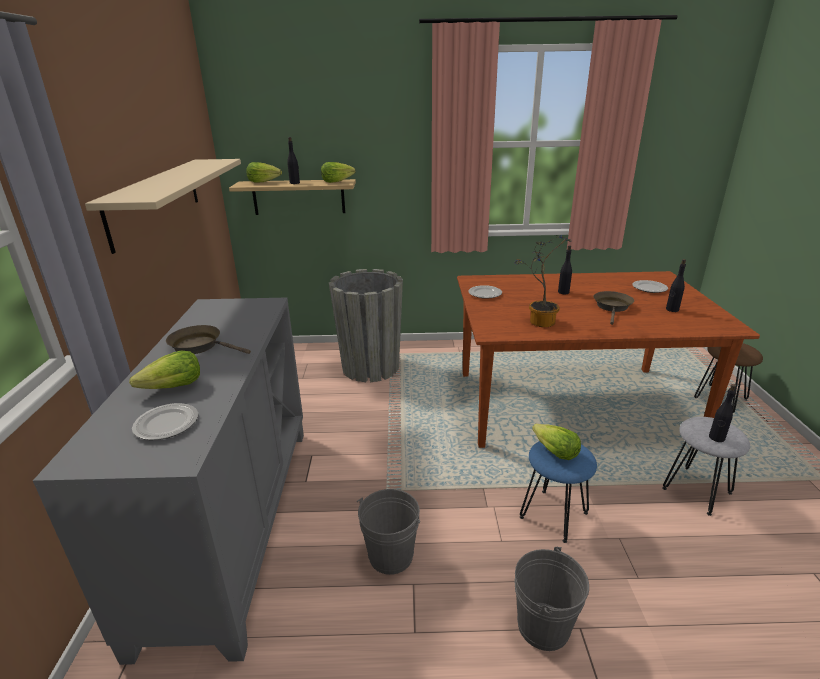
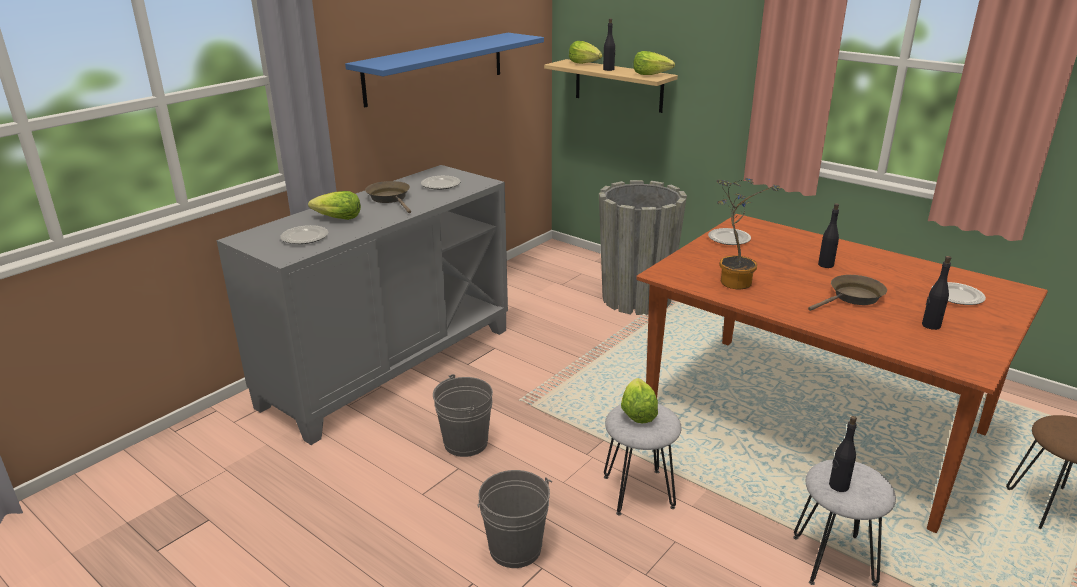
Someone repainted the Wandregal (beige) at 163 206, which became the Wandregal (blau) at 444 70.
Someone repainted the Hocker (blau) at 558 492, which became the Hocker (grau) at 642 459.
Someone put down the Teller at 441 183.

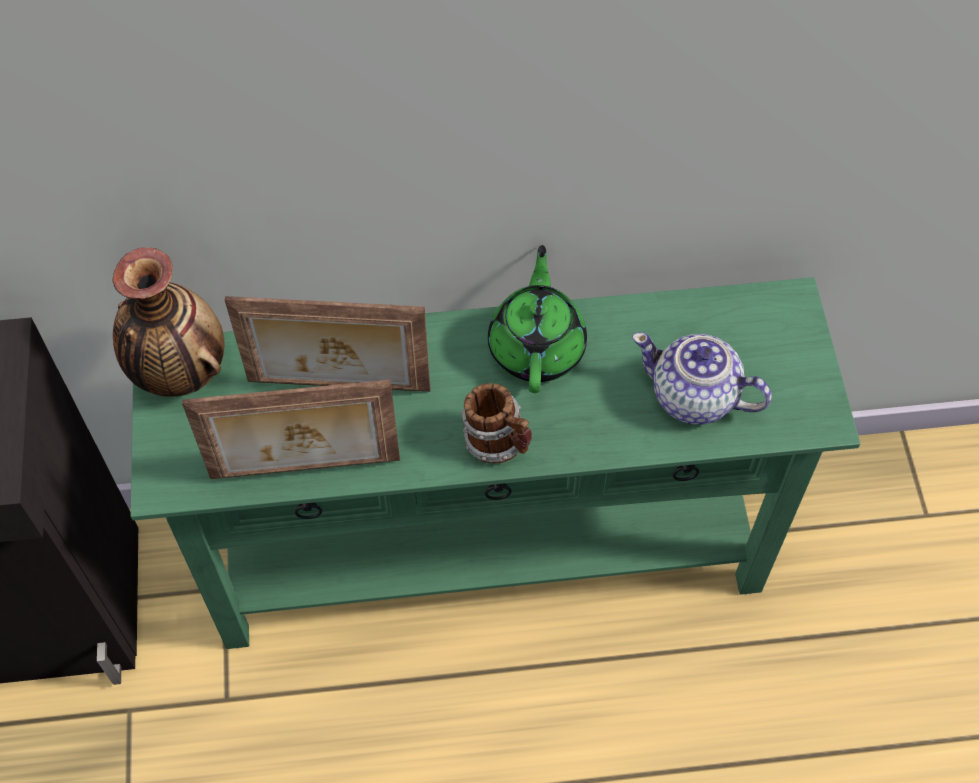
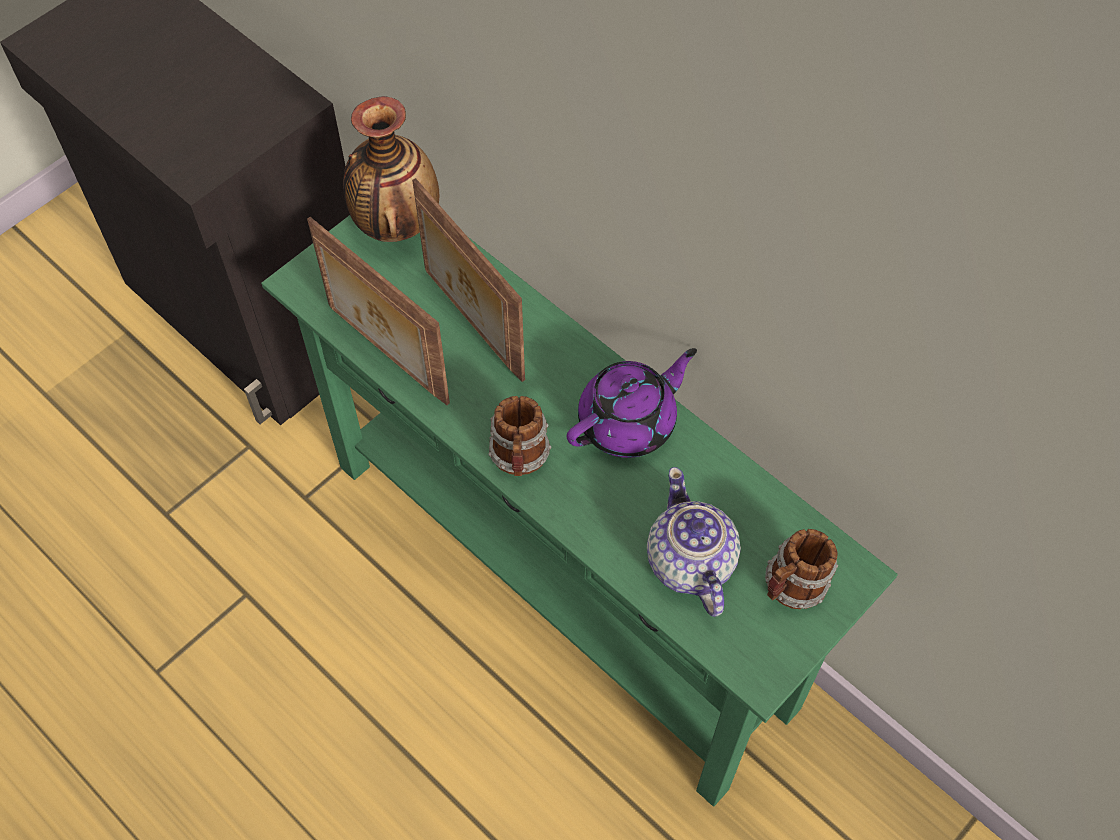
Someone repainted the Teekanne (grün) at 537 319, which became the Teekanne (lila) at 632 403.
Someone put down the Henkelbecher at 801 569.

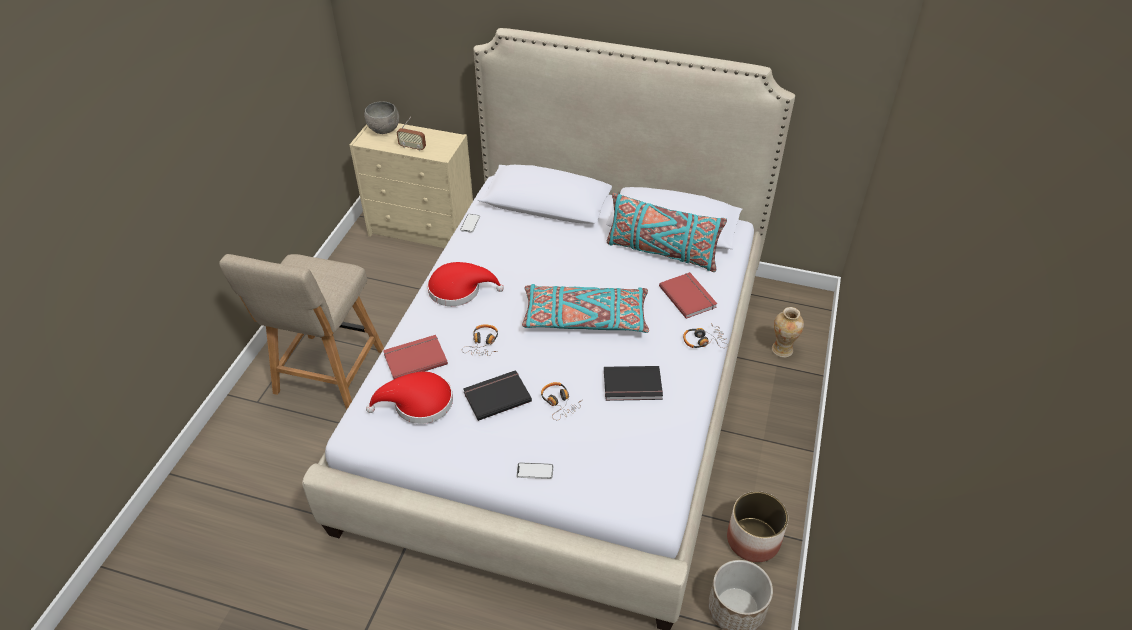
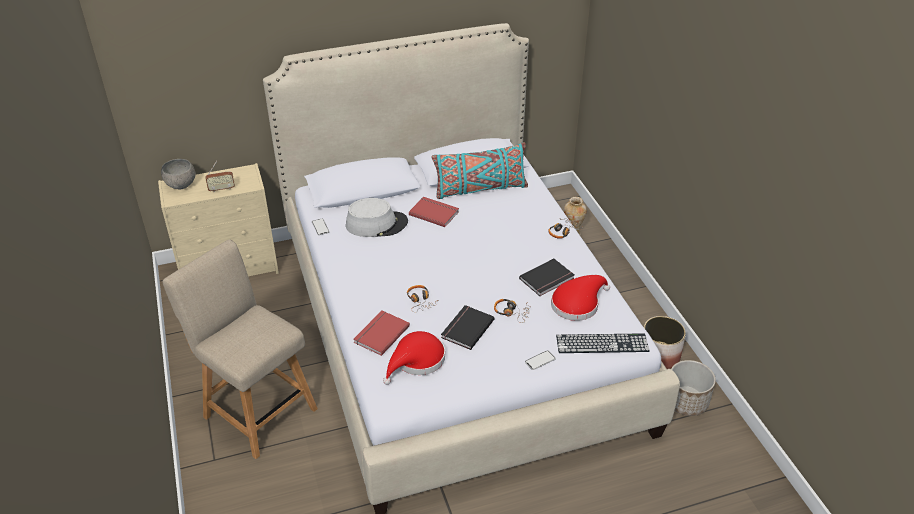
Someone rotated the Stuhl (beige) at 301 332 by 150 degrees clockwise.
Someone carried the Hut (rot) from 465 284 to 580 298.
Someone took away the Kissen (türkis) at 585 308.
Someone carried the Buch (rot) from 688 295 to 434 212.
Someone put down the Hut (grau) at 377 217.
Someone put down the Tastatur at 603 343.

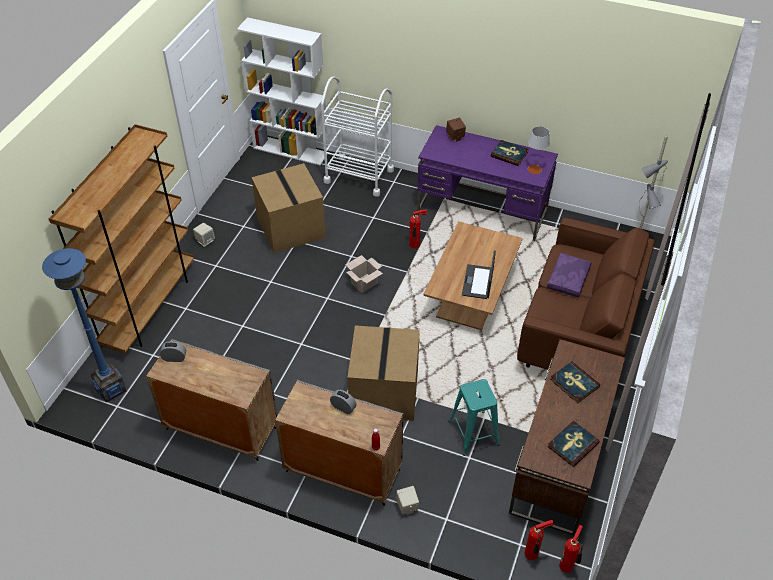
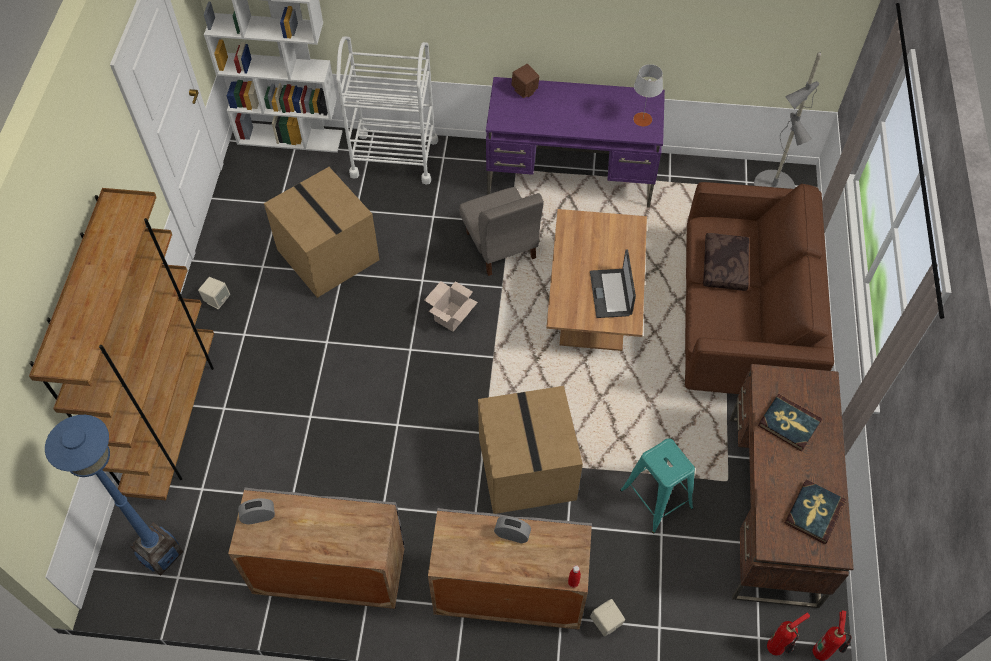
Someone swapped the Feuerlöscher at 418 228 for the Stuhl (grau) at 501 231.
Someone took away the Buch at 509 153.
Someone repainted the Kissen (lila) at 569 275, which became the Kissen (braun) at 726 262.

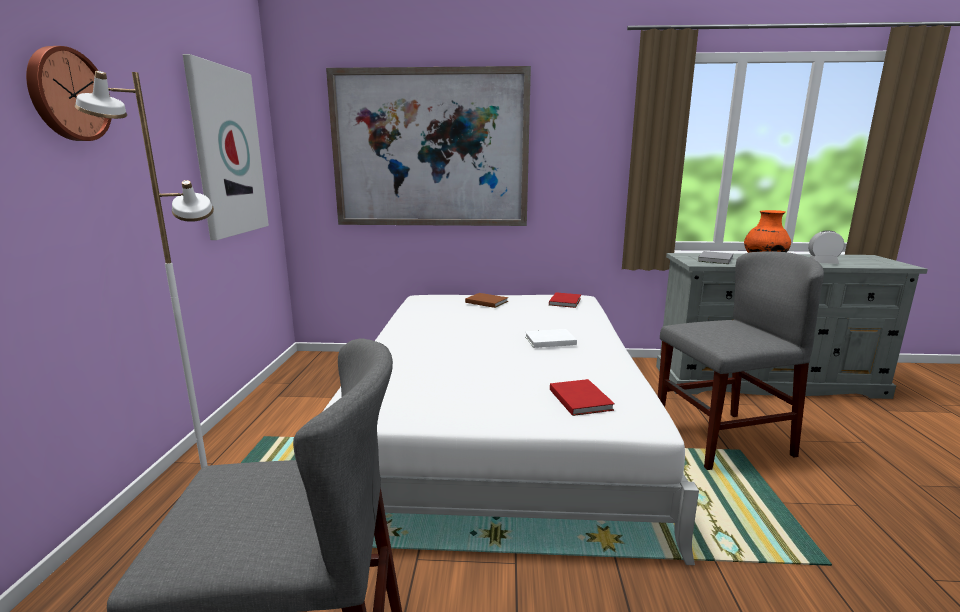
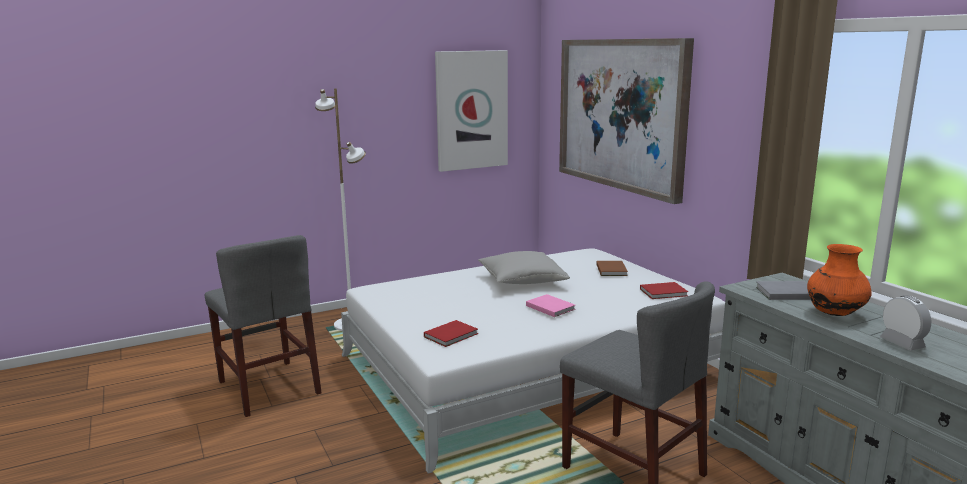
Someone took away the Wanduhr at 68 93.
Someone repainted the Buch (weiß) at 551 338, which became the Buch (rosa) at 550 305.
Someone put down the Kissen (grau) at 524 267.

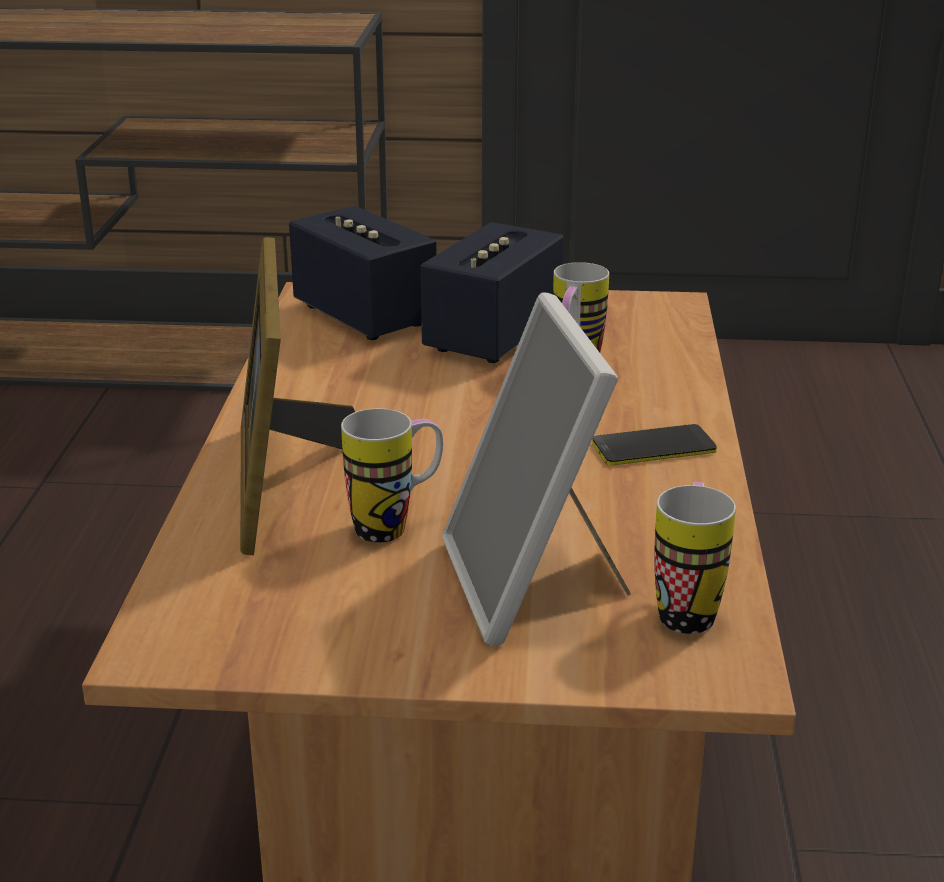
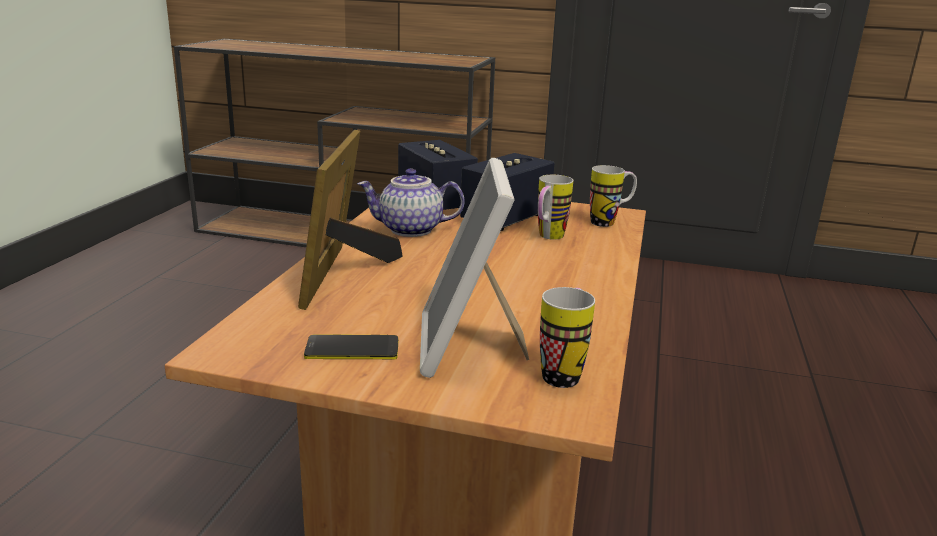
Someone carried the Henkelbecher from 392 475 to 613 196.
Someone carried the Handy from 654 445 to 351 346.
Someone put down the Teekanne at 411 202.

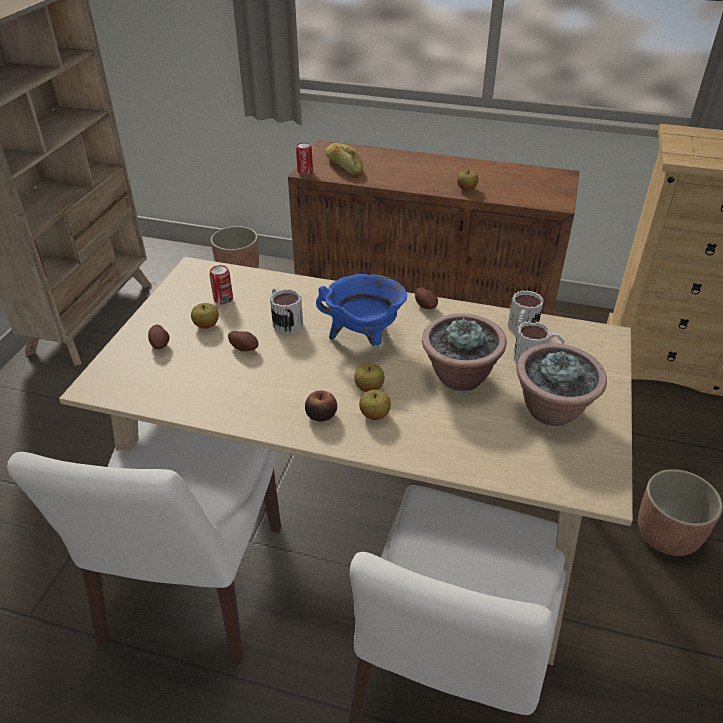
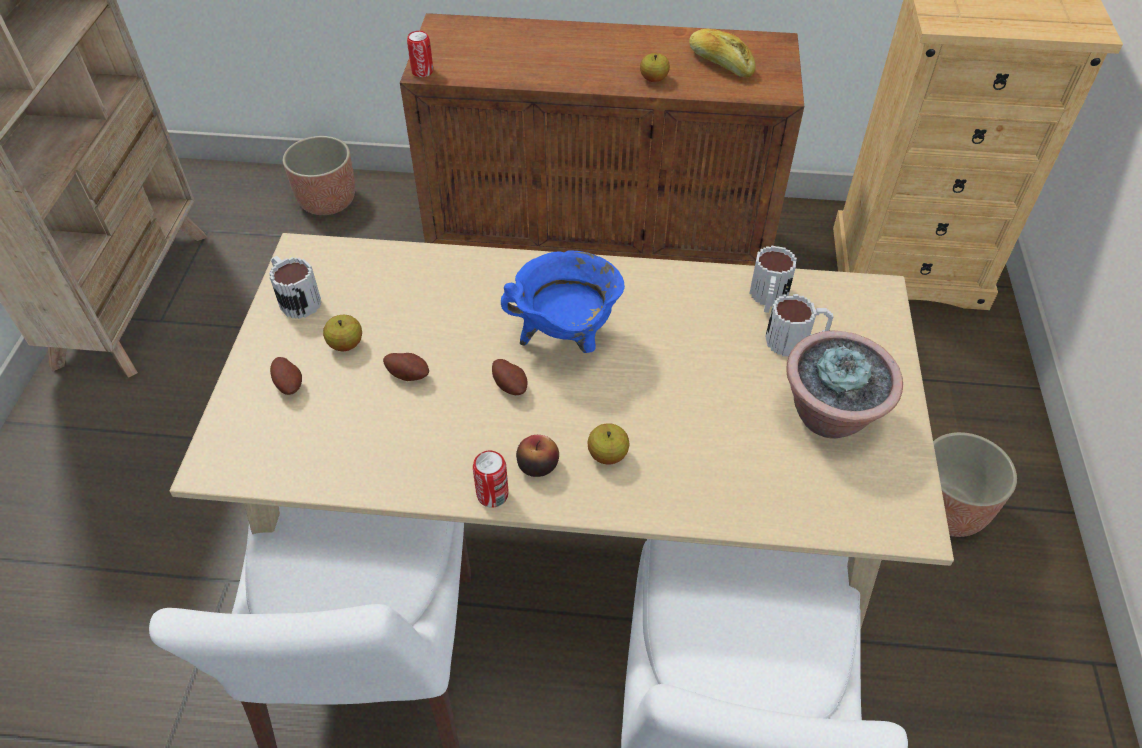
Someone carried the Dose from 221 284 to 491 479.
Someone carried the Henkelbecher from 286 310 to 295 287.
Someone carried the Brot from 344 159 to 722 53.
Someone took away the Apfel at 369 378.
Someone carried the Kartoffel from 426 298 to 510 377.
Someone took away the Topfpflanze at 464 352.

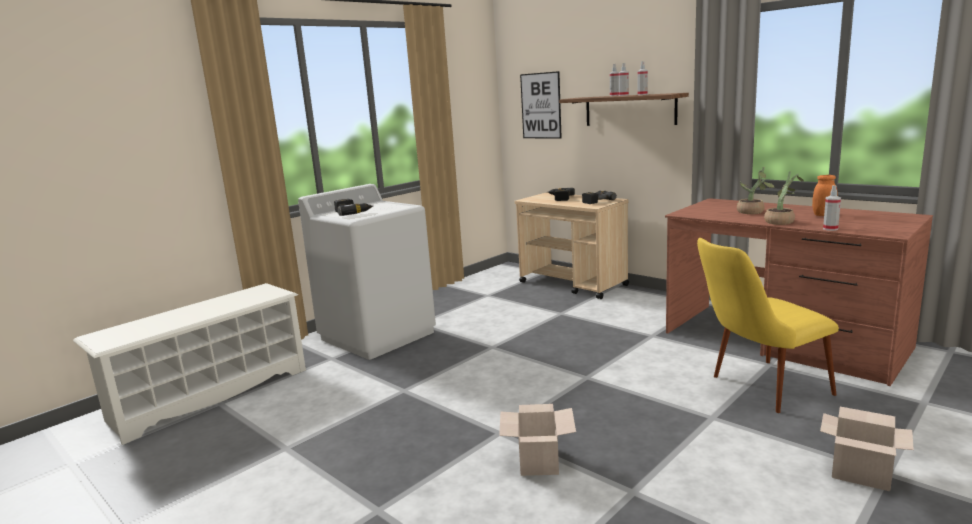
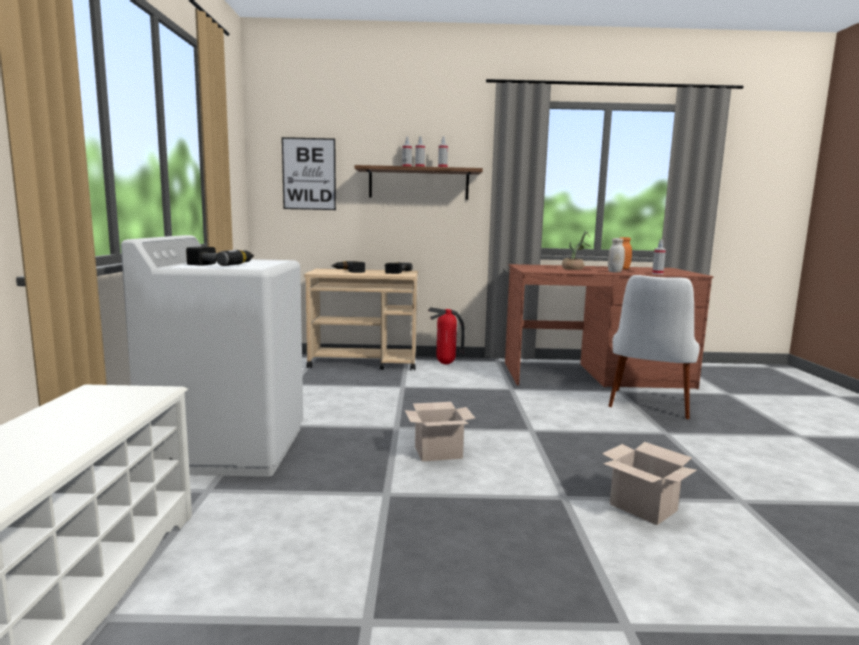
Someone repainted the Stuhl (gelb) at 768 325, which became the Stuhl (weiß) at 654 347.
Someone swapped the Topfpflanze at 784 198 for the Vorratsglas (weiß) at 616 255.
Someone carried the Karton from 867 449 to 440 432.
Someone put down the Feuerlöscher at 446 335.

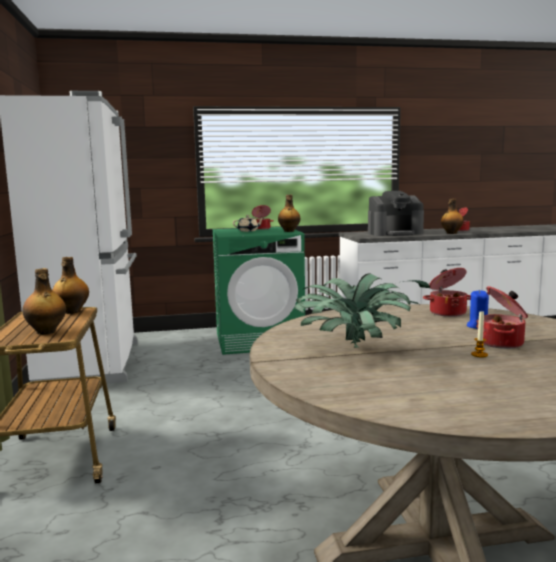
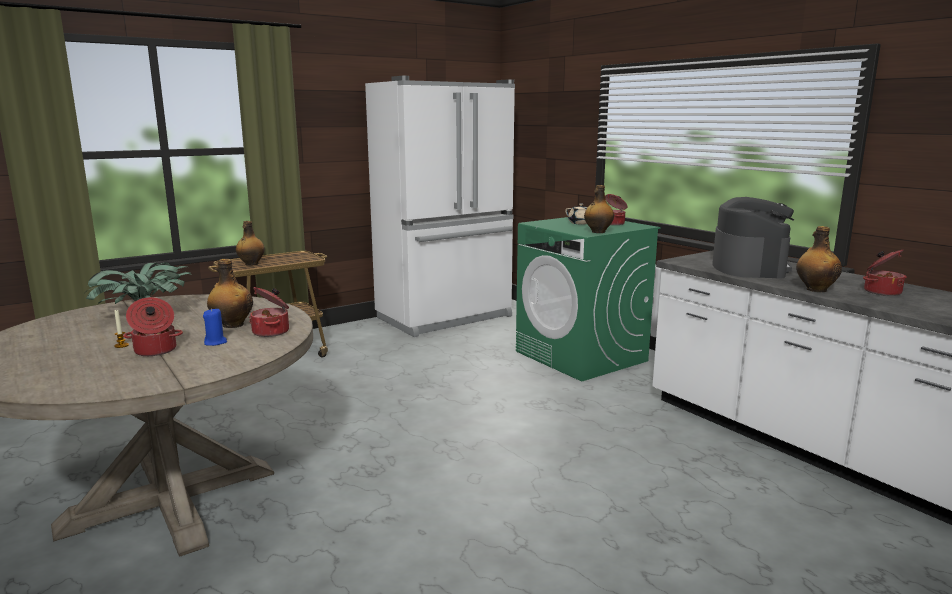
Someone carried the Flasche from 70 285 to 230 293.
Someone rotated the Kaffeemaschine at 396 213 by 135 degrees counterclockwise.

